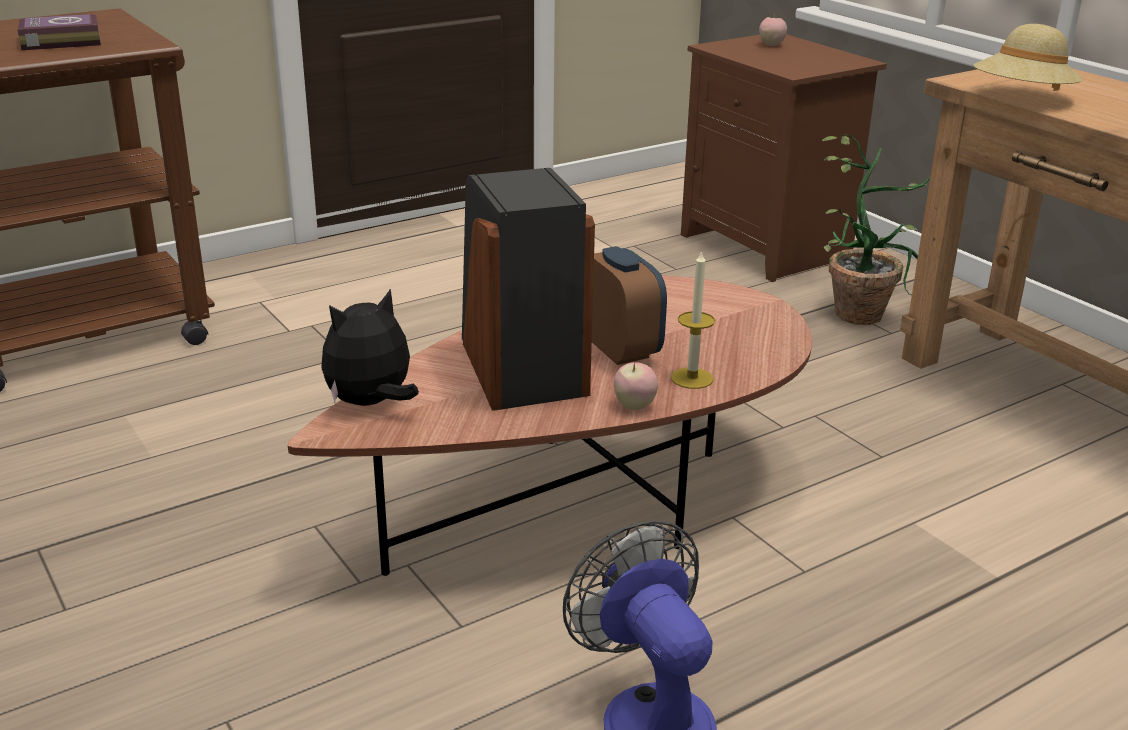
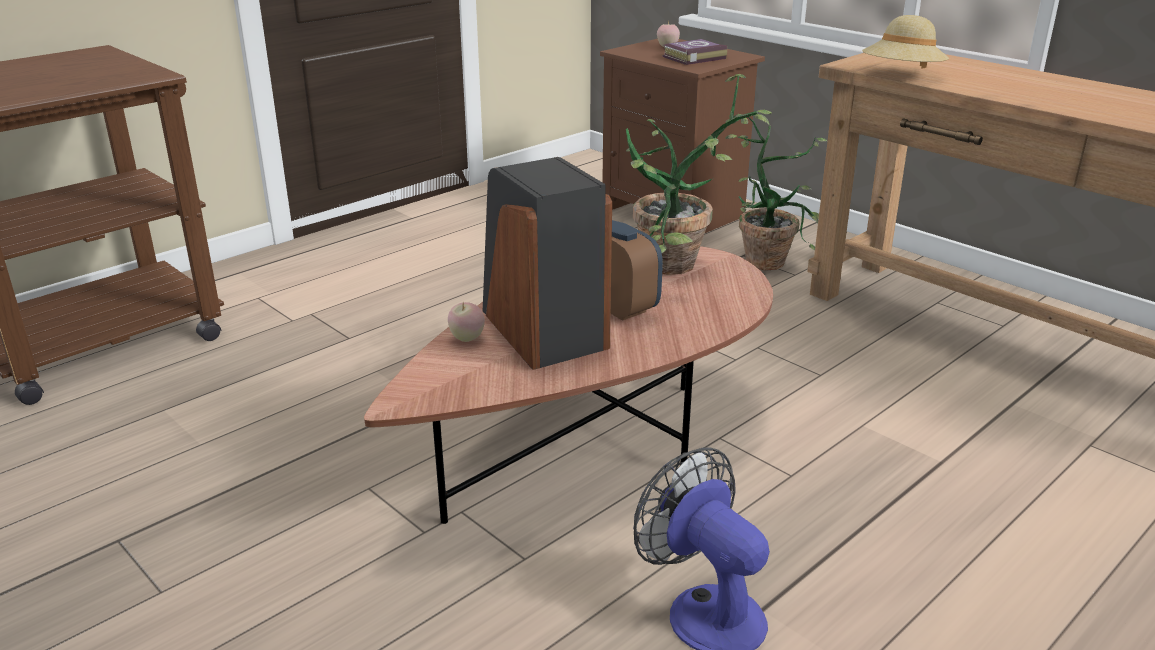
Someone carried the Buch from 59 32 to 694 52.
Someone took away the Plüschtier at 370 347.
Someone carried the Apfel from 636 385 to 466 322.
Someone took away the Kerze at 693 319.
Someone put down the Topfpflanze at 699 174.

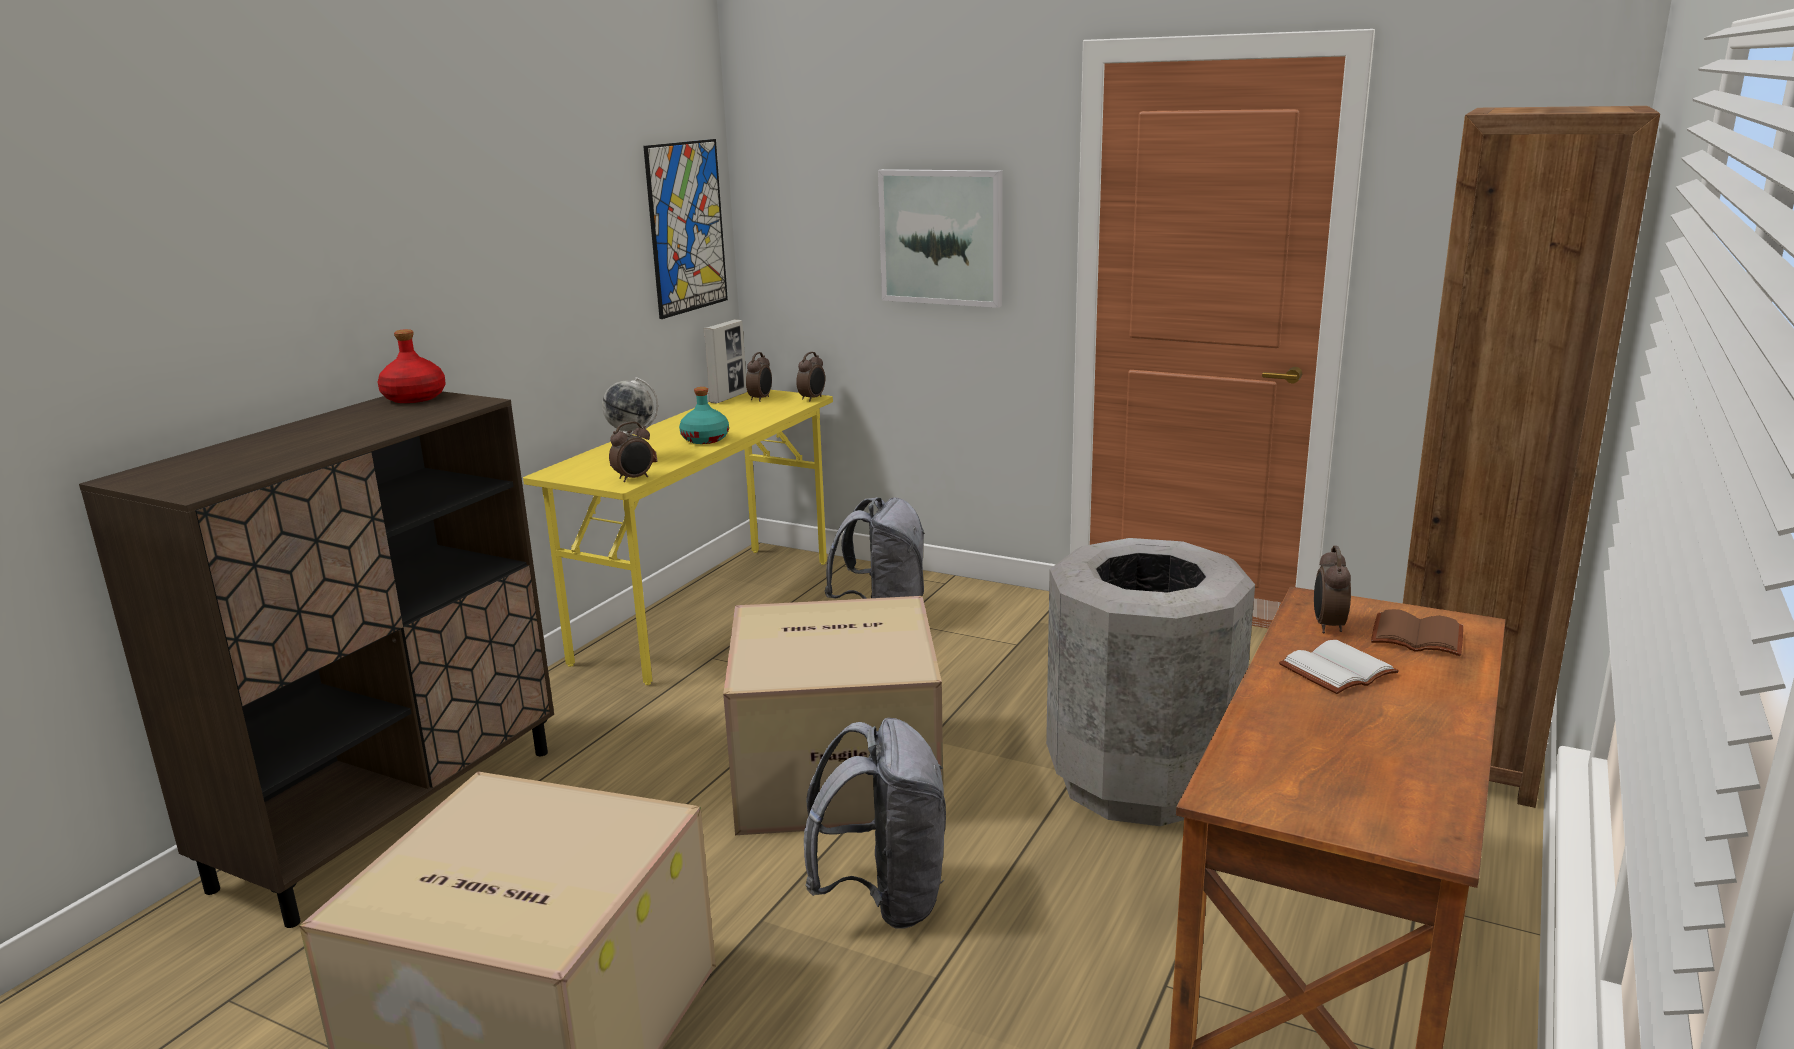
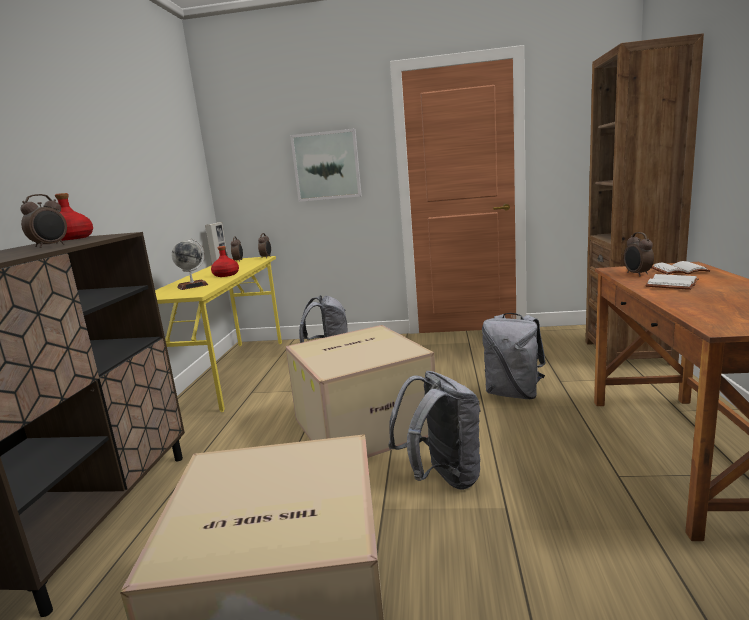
Someone carried the Wecker from 631 451 to 43 221.
Someone took away the Bild at 685 229.
Someone repainted the Flasche (türkis) at 704 415, which became the Flasche (rot) at 225 261.
Someone swapped the Mülleimer (grau) at 1150 682 for the Rucksack (grau) at 514 356.
Someone repainted the Buch (braun) at 1417 632, which became the Buch (weiß) at 680 268.

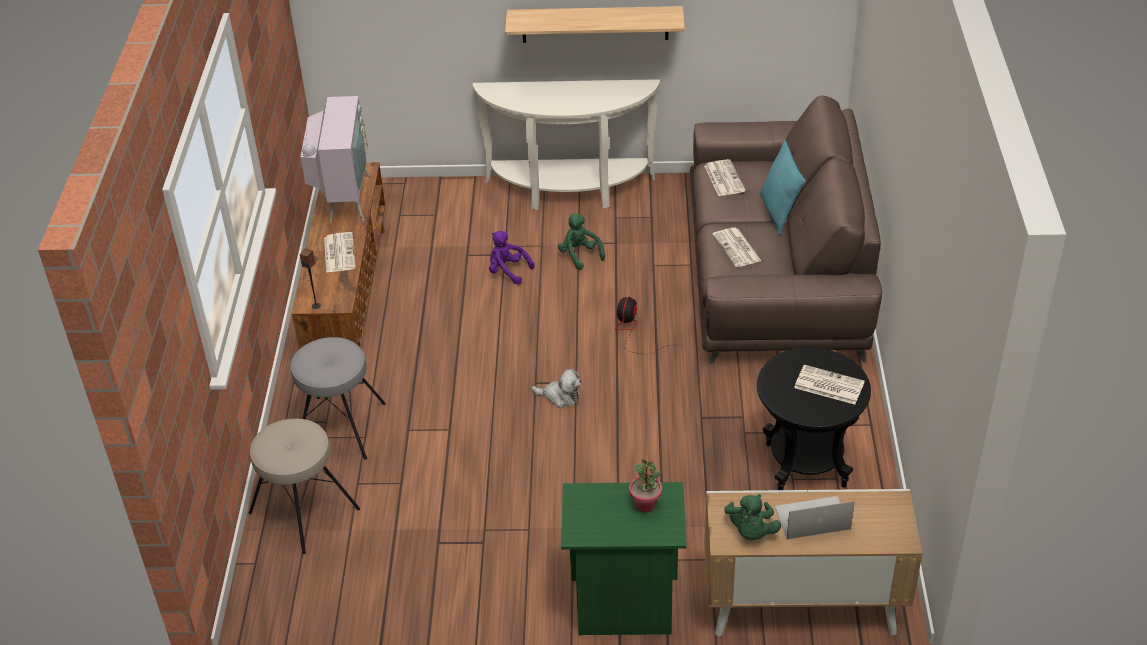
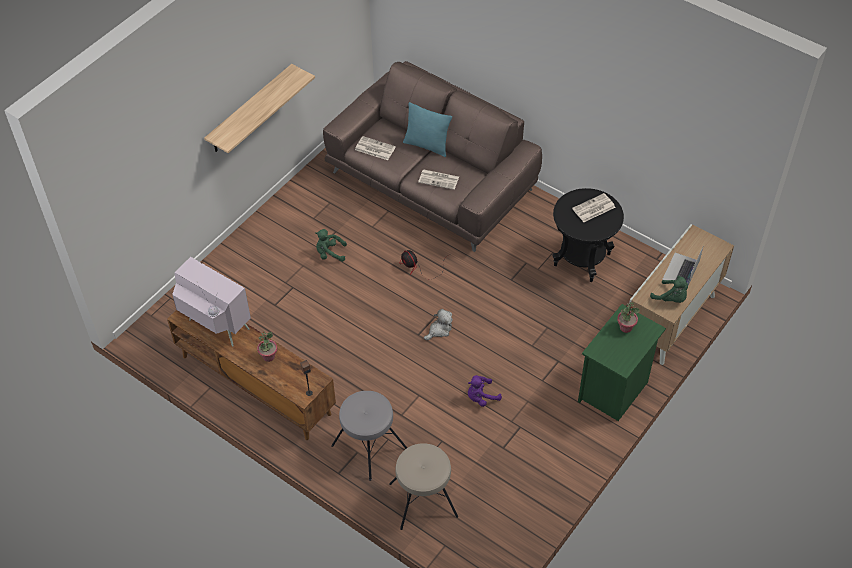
Someone swapped the Zeitung at 340 252 for the Topfpflanze at 267 346.
Someone took away the Konsolentisch (weiß) at 566 144.
Someone carried the Plüschtier (lila) from 512 258 to 485 391.

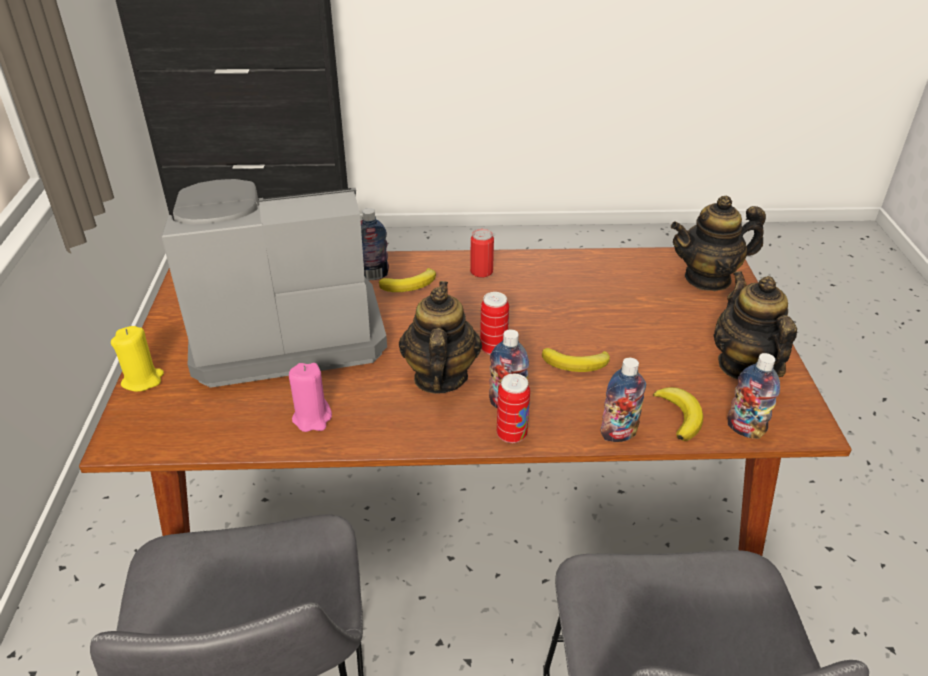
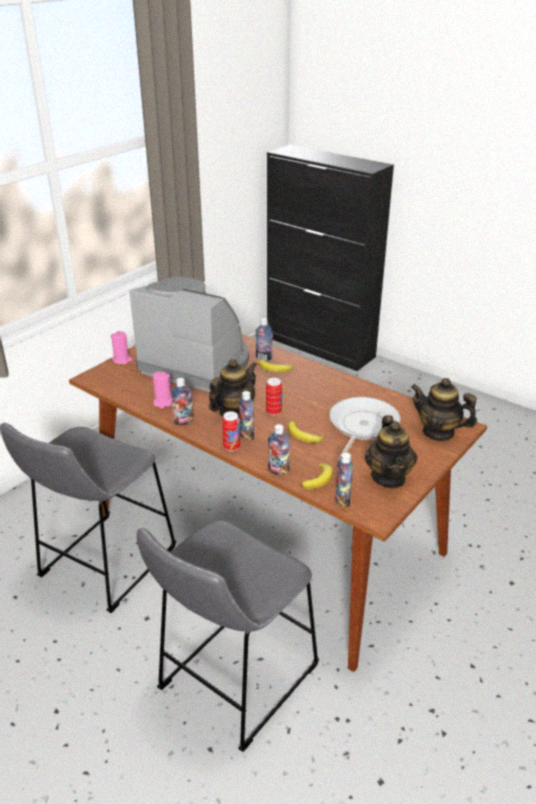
Someone repainted the Kerze (gelb) at 137 359, which became the Kerze (rosa) at 122 347.
Someone took away the Dose at 482 253.
Someone rotated the Teekanne at 755 325 by 150 degrees clockwise.
Someone put down the Flasche at 182 402.
Someone put down the Pfanne at 365 429.

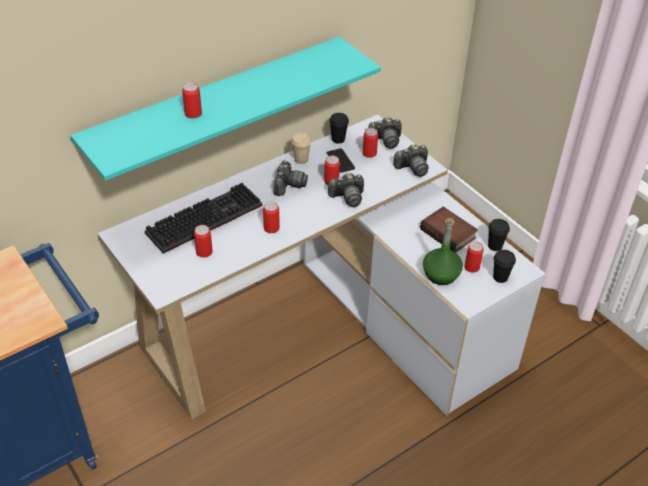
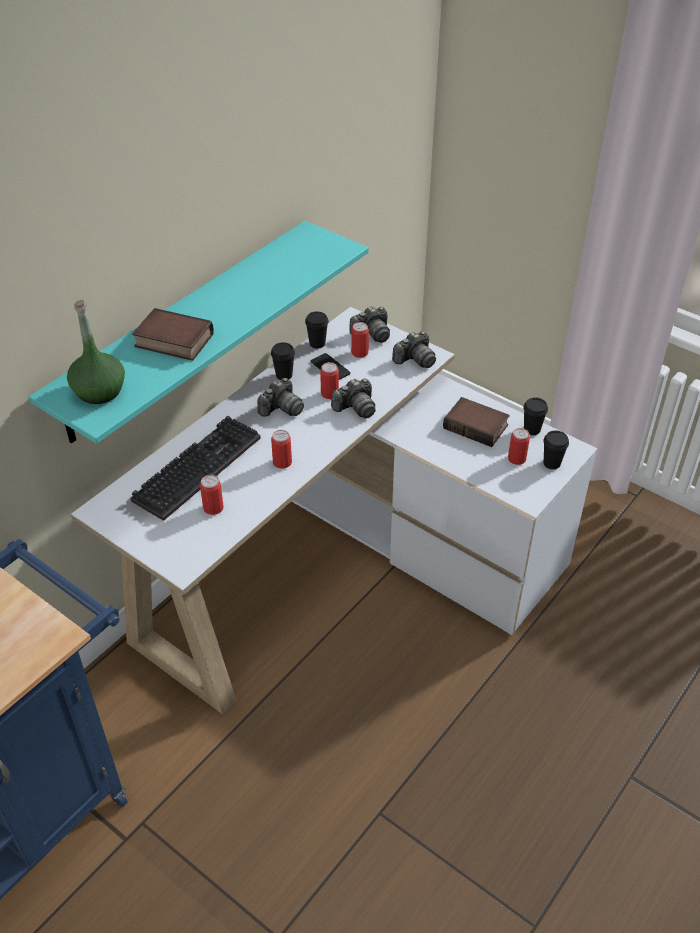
Someone swapped the Dose at 192 100 for the Buch at 173 334.
Someone rotated the Kamera at 291 178 by 45 degrees clockwise.
Someone repainted the Tasse (beige) at 301 148, which became the Tasse (schwarz) at 283 361.
Someone carried the Flasche (grün) from 443 251 to 96 352.

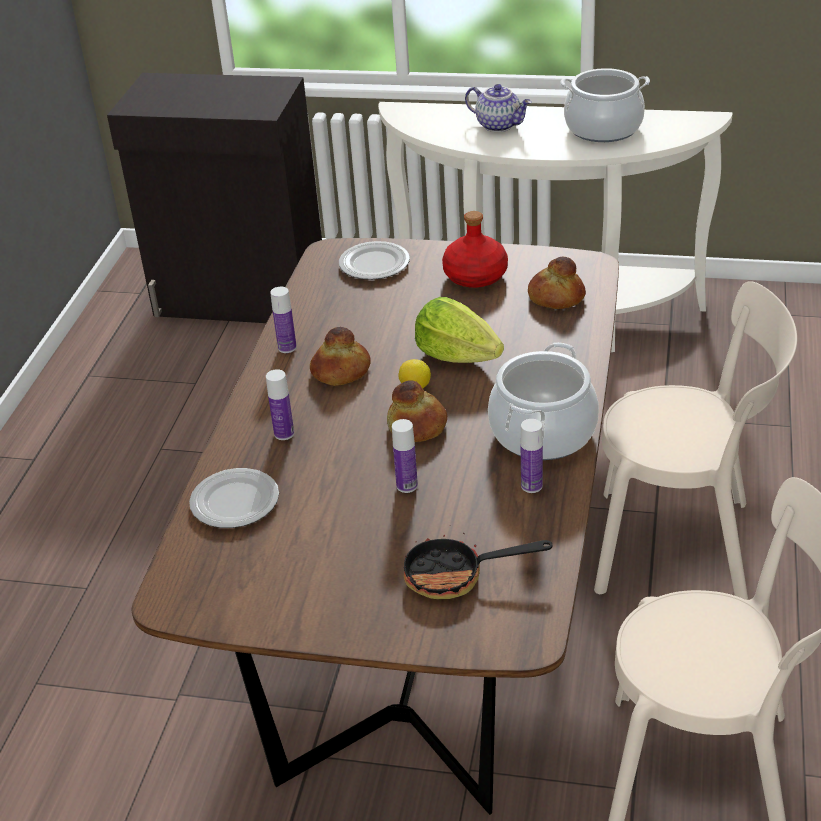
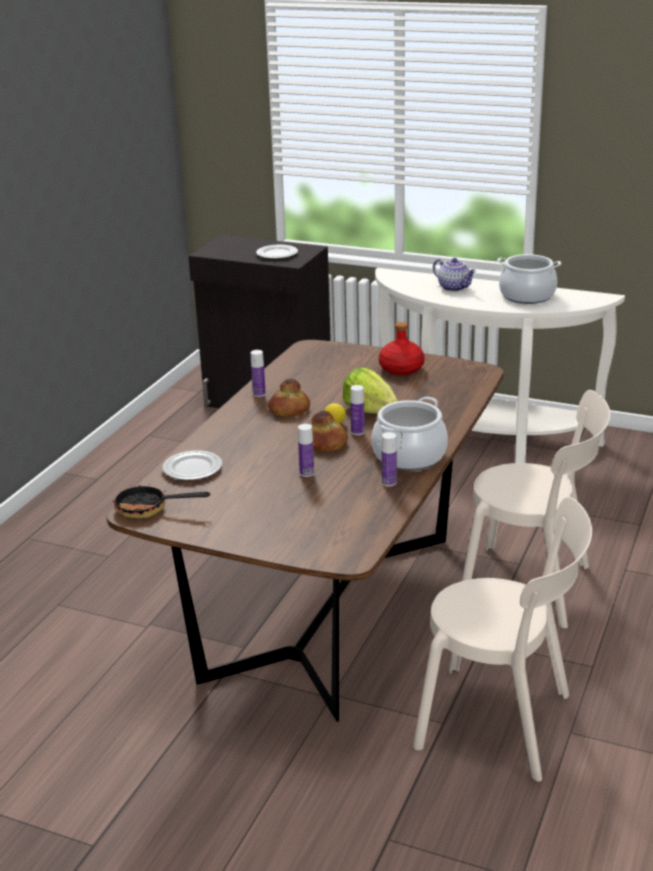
Someone carried the Flasche from 280 404 to 357 410.
Someone carried the Teller from 374 260 to 277 252.
Someone carried the Pfanne from 478 562 to 161 501.
Someone took away the Brot at 557 283.

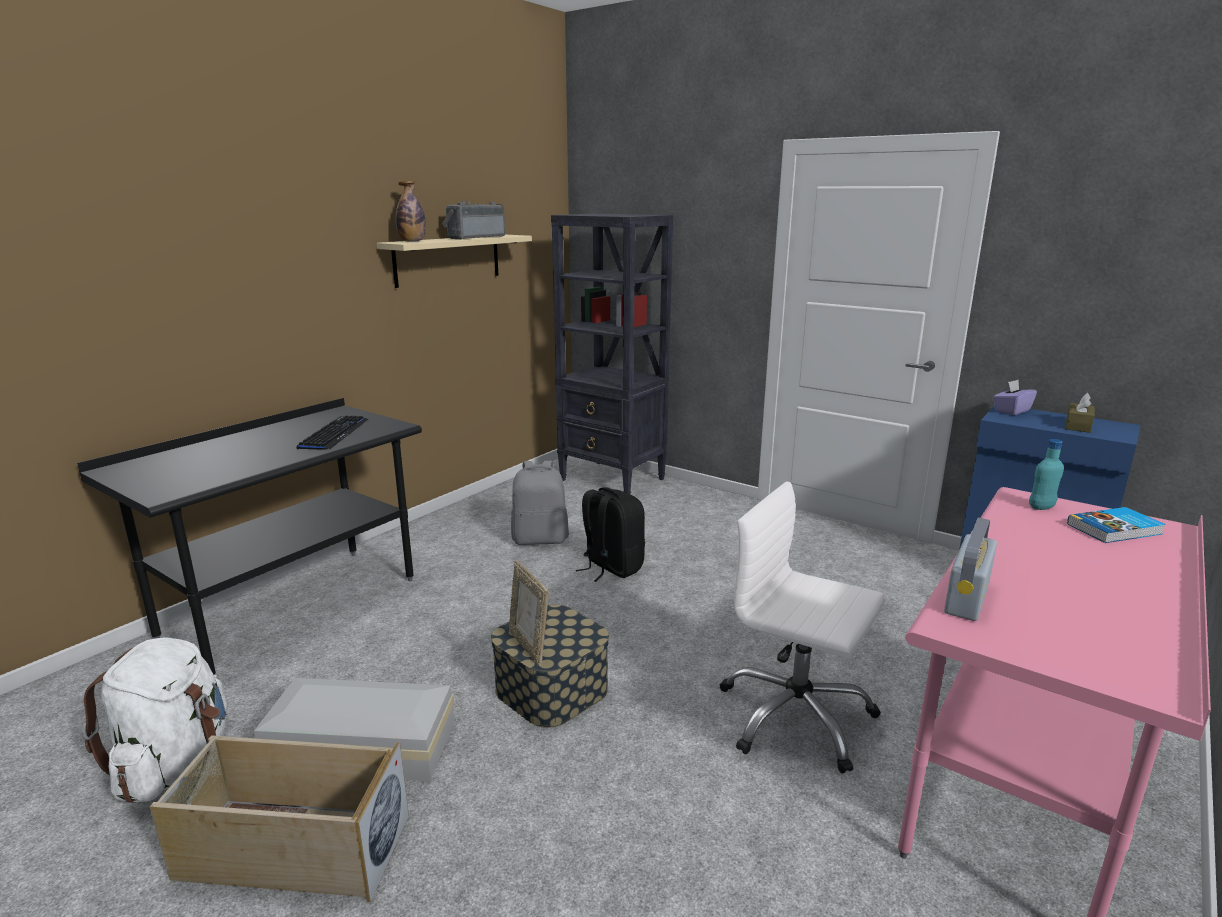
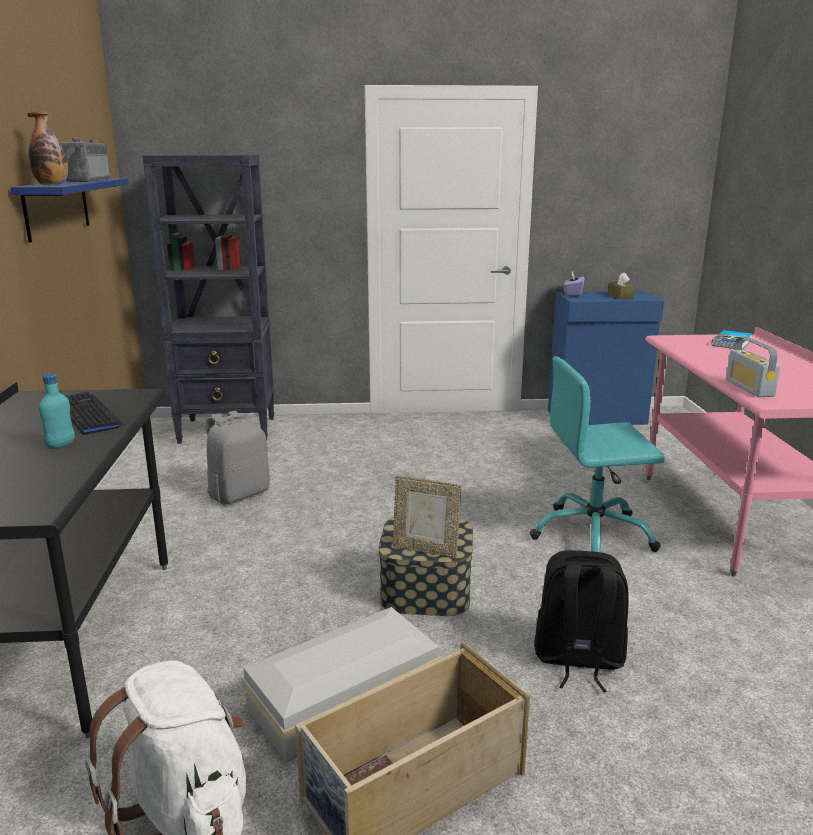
Someone repainted the Wandregal (beige) at 454 261, which became the Wandregal (blau) at 69 210.
Someone carried the Rucksack (schwarz) from 610 534 to 581 621.
Someone repainted the Bürostuhl (weiß) at 802 627, which became the Bürostuhl (türkis) at 597 454.
Someone carried the Flasche (türkis) from 1046 474 to 57 411.

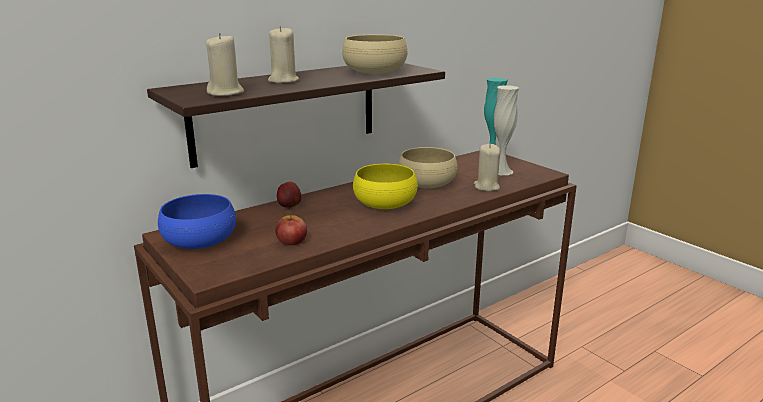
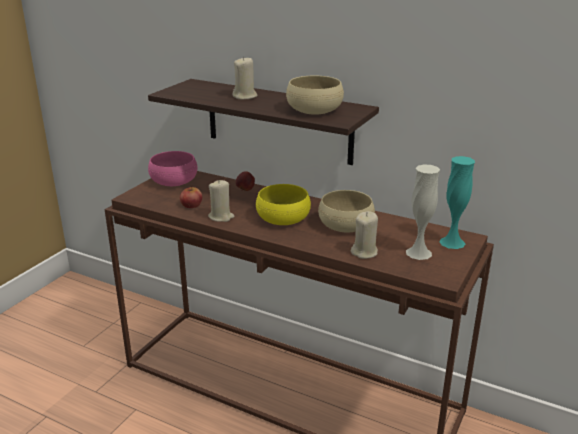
Someone repainted the Schüssel (blau) at 197 221, which became the Schüssel (rosa) at 173 168.
Someone carried the Kerze (beige) from 225 64 to 221 201.

